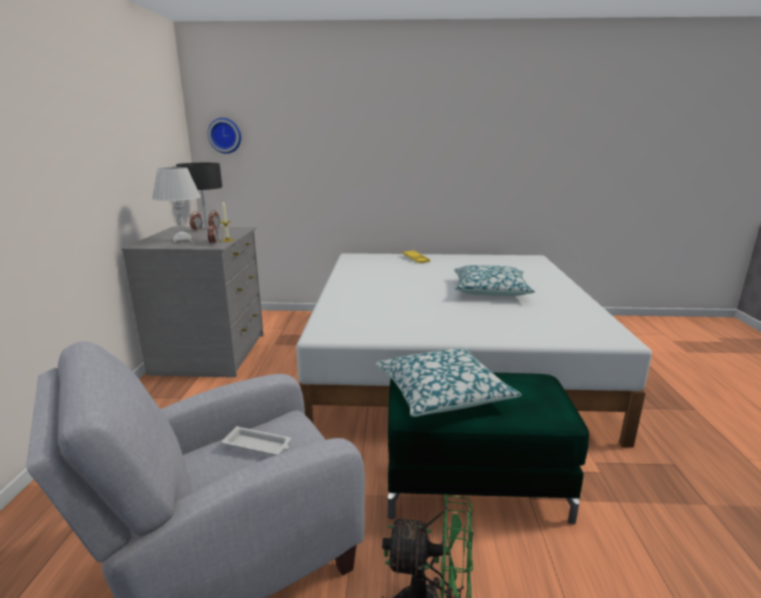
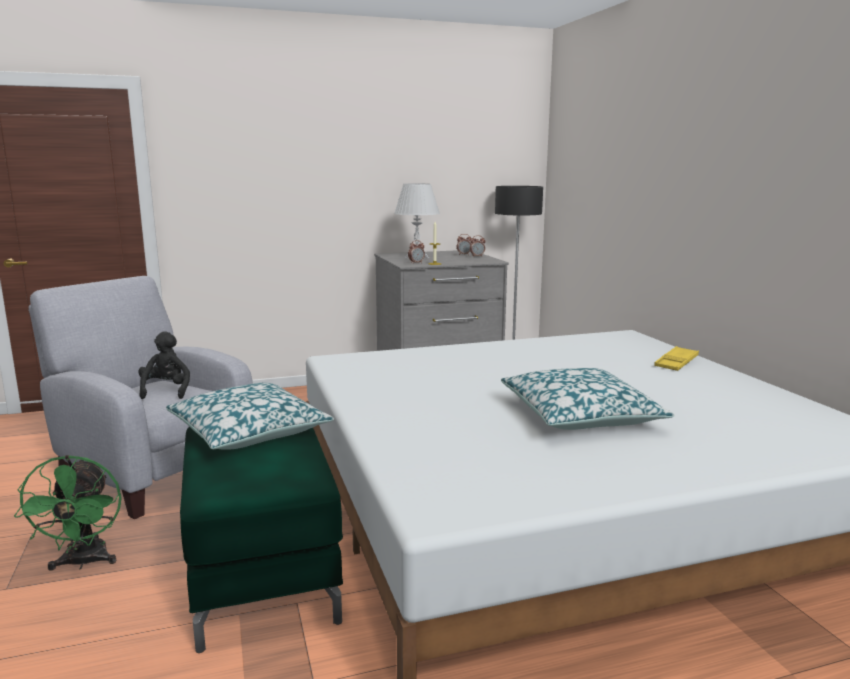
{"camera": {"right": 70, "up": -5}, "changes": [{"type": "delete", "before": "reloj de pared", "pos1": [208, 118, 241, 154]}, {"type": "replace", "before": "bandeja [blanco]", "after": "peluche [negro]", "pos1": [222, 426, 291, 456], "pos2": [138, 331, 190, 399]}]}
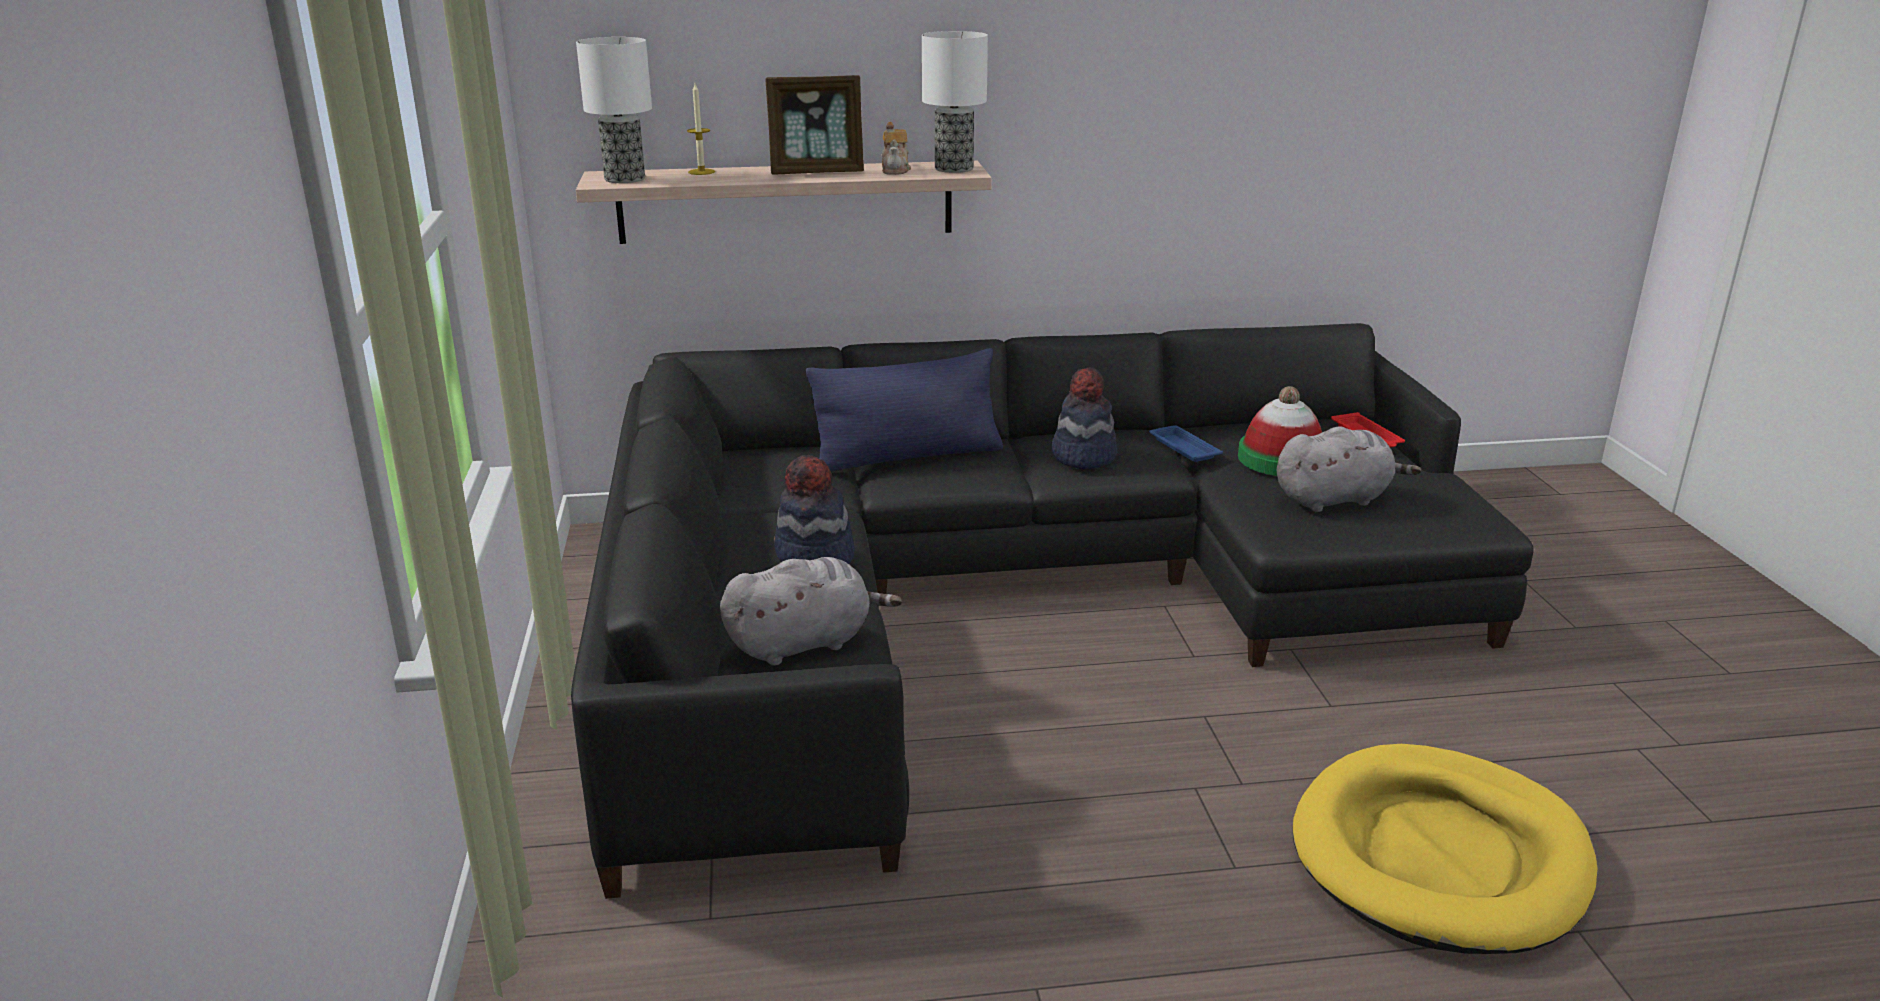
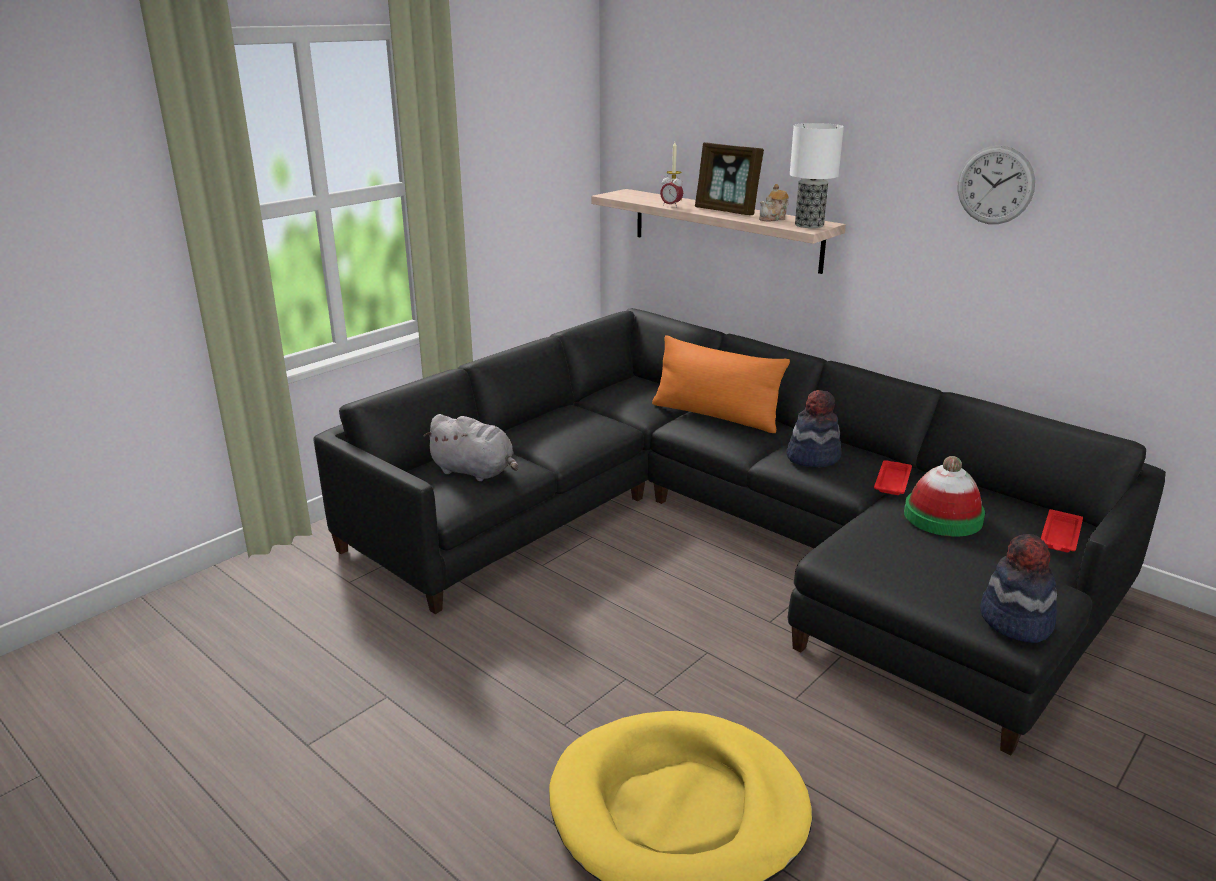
{"camera": {"right": 50, "up": 0}, "changes": [{"type": "delete", "before": "lámpara de mesa", "pos1": [576, 37, 652, 183]}, {"type": "move", "before": "sombrero", "pos1": [774, 455, 855, 564], "pos2": [980, 534, 1057, 643]}, {"type": "recolor", "before": "cojín [azul]", "after": "cojín [naranja]", "pos1": [806, 348, 1003, 472], "pos2": [652, 335, 790, 433]}, {"type": "recolor", "before": "bandeja [azul]", "after": "bandeja [rojo]", "pos1": [1149, 425, 1223, 462], "pos2": [874, 460, 912, 495]}, {"type": "delete", "before": "peluche [gris]", "pos1": [1277, 426, 1421, 512]}, {"type": "insert", "after": "despertador", "pos2": [660, 174, 683, 207]}, {"type": "insert", "after": "reloj de pared", "pos2": [957, 146, 1035, 224]}]}
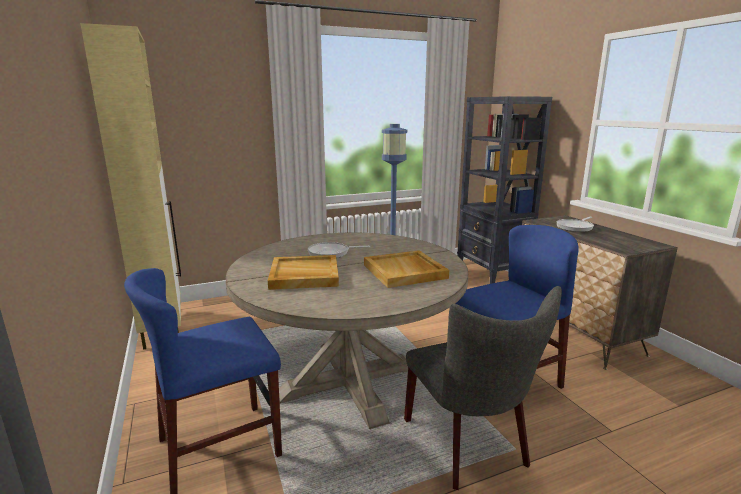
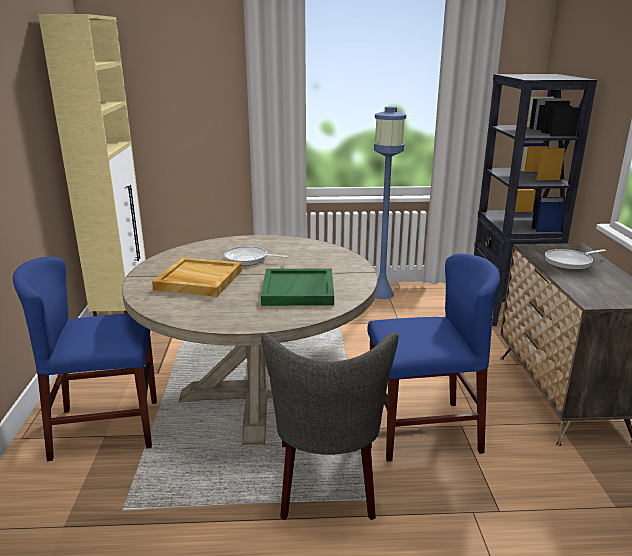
{"camera": {"right": 20, "up": 5}, "changes": [{"type": "recolor", "before": "bandeja [beis]", "after": "bandeja [verde]", "pos1": [364, 250, 449, 288], "pos2": [261, 269, 334, 306]}]}
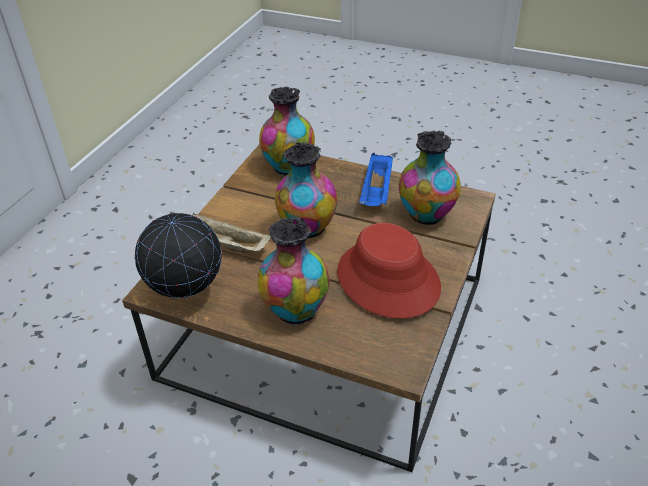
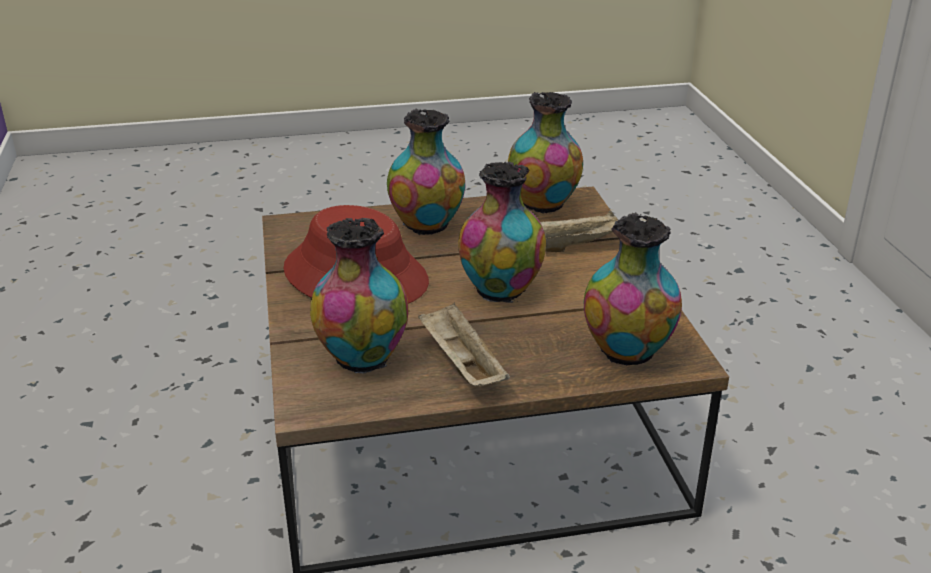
{"camera": {"right": 145, "up": -10}, "changes": [{"type": "replace", "before": "globo terráqueo", "after": "florero", "pos1": [135, 212, 222, 298], "pos2": [508, 92, 583, 214]}, {"type": "recolor", "before": "bandeja [azul]", "after": "bandeja [beis]", "pos1": [359, 153, 393, 206], "pos2": [418, 303, 510, 386]}]}
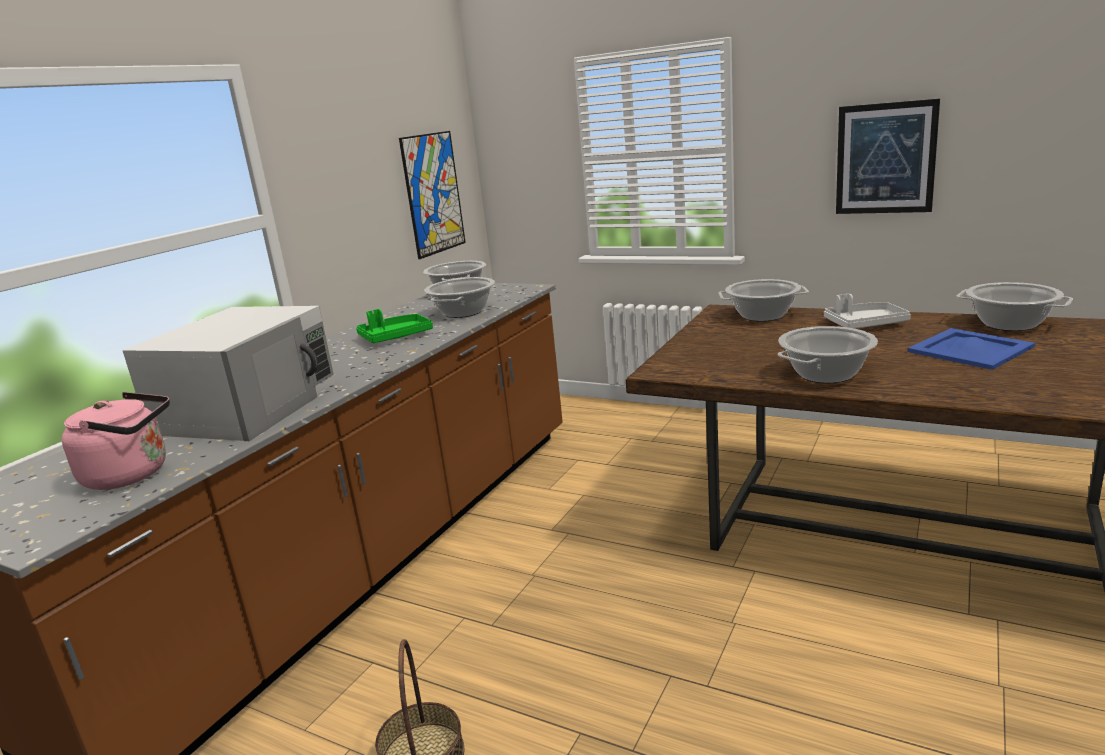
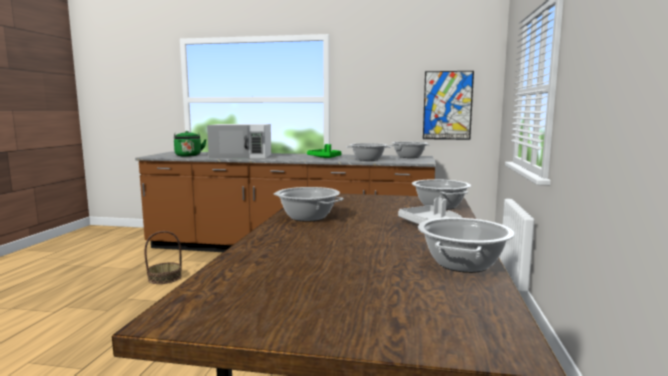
{"camera": {"right": 70, "up": -10}, "changes": [{"type": "recolor", "before": "hervidor [rosa]", "after": "hervidor [verde]", "pos1": [62, 392, 170, 490], "pos2": [174, 131, 207, 157]}, {"type": "delete", "before": "cuadro", "pos1": [836, 98, 940, 214]}, {"type": "delete", "before": "bandeja [azul]", "pos1": [907, 328, 1035, 370]}]}
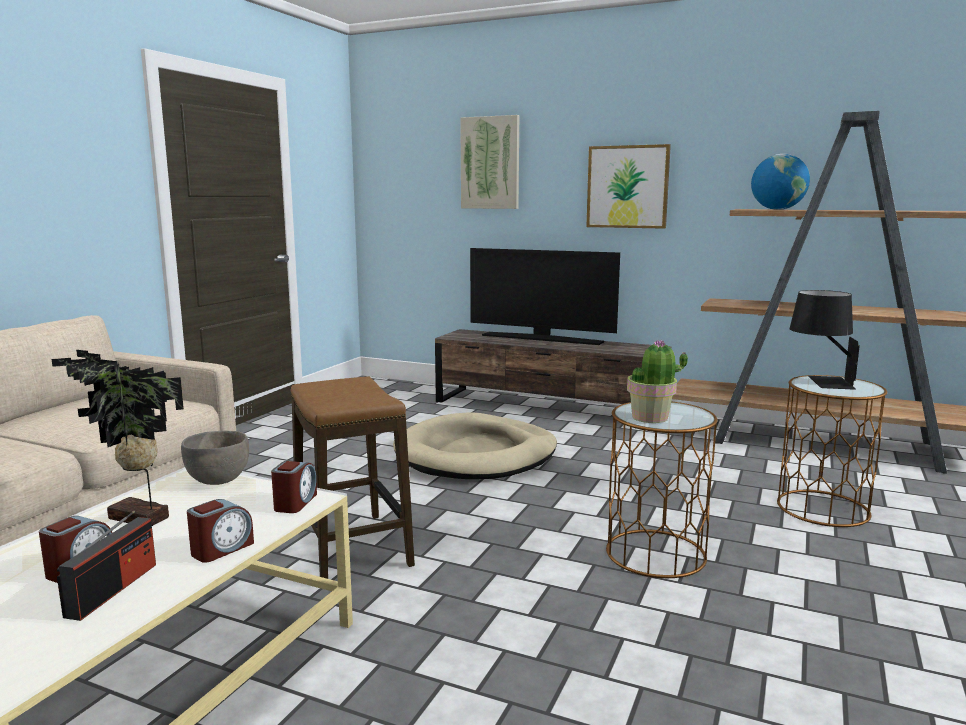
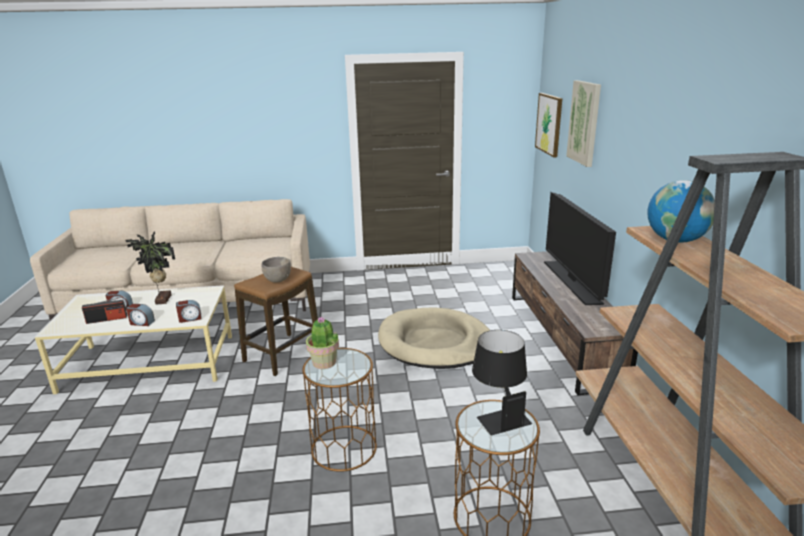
{"camera": {"right": 60, "up": 10}, "changes": [{"type": "move", "before": "cuenco [gris]", "pos1": [181, 431, 249, 485], "pos2": [262, 257, 291, 283]}, {"type": "move", "before": "cuadro", "pos1": [586, 144, 671, 229], "pos2": [535, 93, 562, 157]}]}
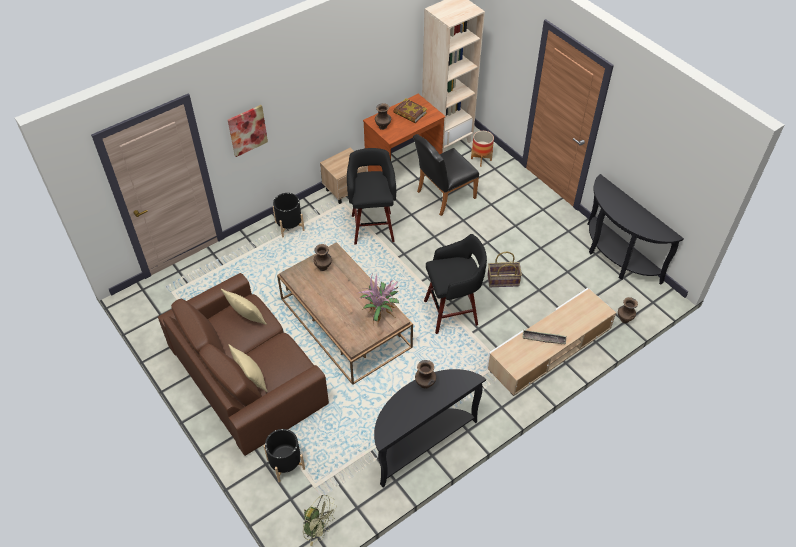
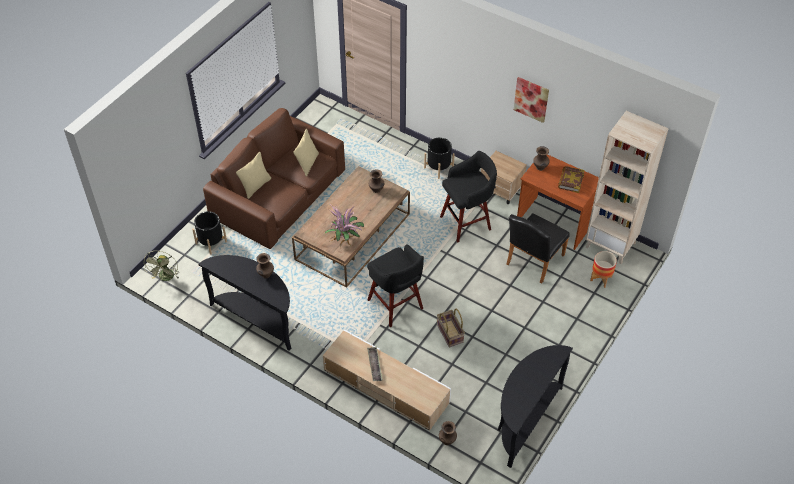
{"camera": {"right": 70, "up": 0}, "changes": [{"type": "move", "before": "cuadro", "pos1": [228, 105, 268, 157], "pos2": [514, 77, 549, 123]}, {"type": "rotate", "before": "silla [negro]", "pos1": [413, 134, 479, 216], "pos2": [506, 213, 570, 284], "turn": -90}]}
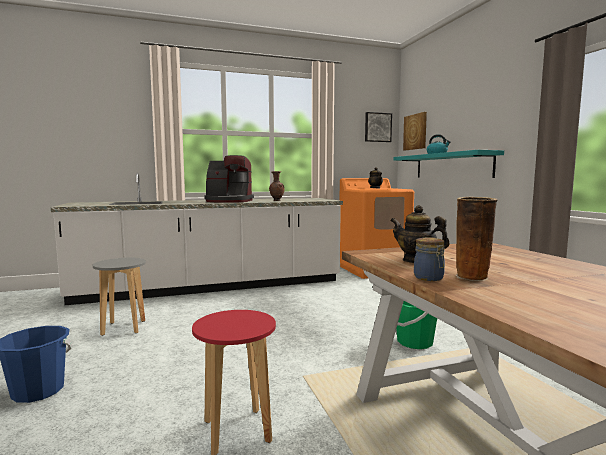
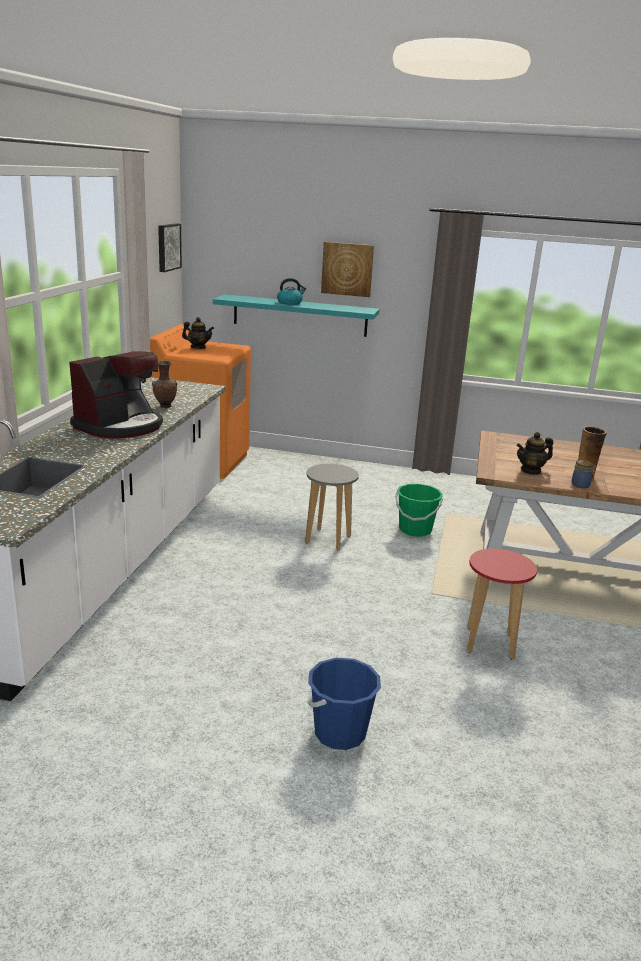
{"camera": {"right": -60, "up": 15}, "changes": [{"type": "move", "before": "taburete [gris]", "pos1": [93, 258, 146, 336], "pos2": [305, 464, 359, 550]}, {"type": "move", "before": "cuadro", "pos1": [403, 112, 427, 150], "pos2": [321, 242, 374, 297]}]}
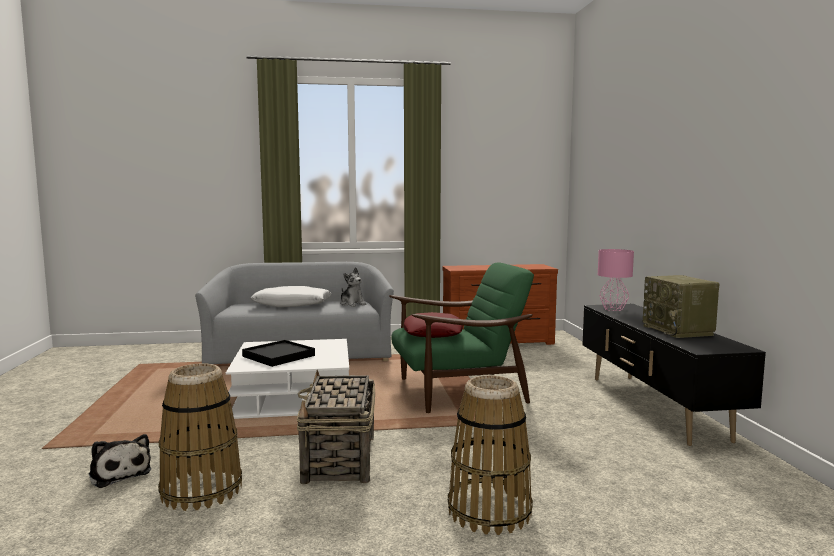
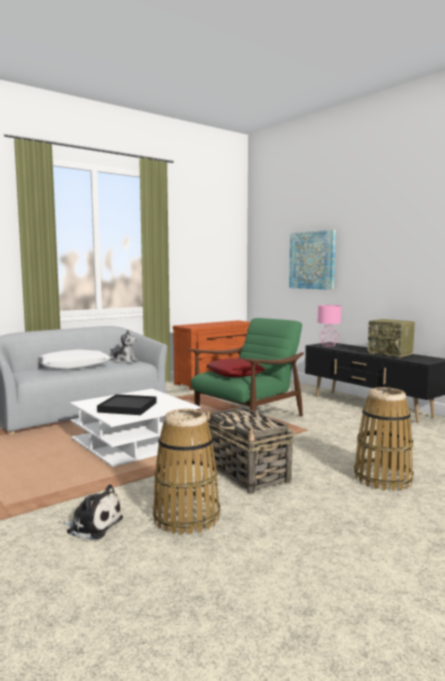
{"camera": {"right": -30, "up": 0}, "changes": [{"type": "insert", "after": "cuadro", "pos2": [289, 230, 336, 290]}]}
